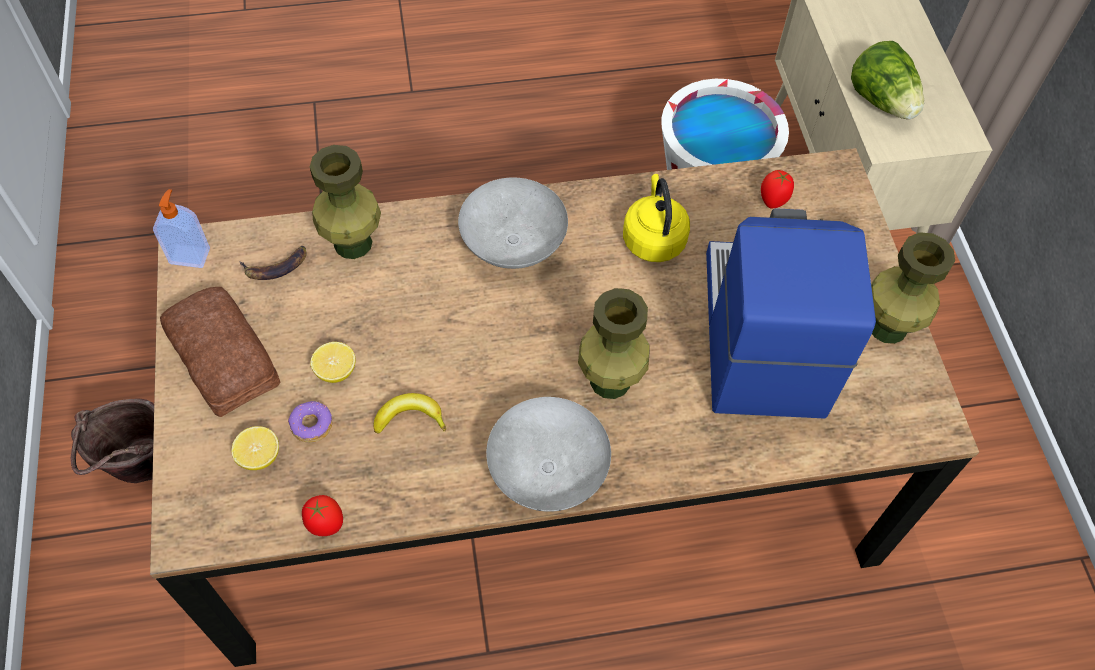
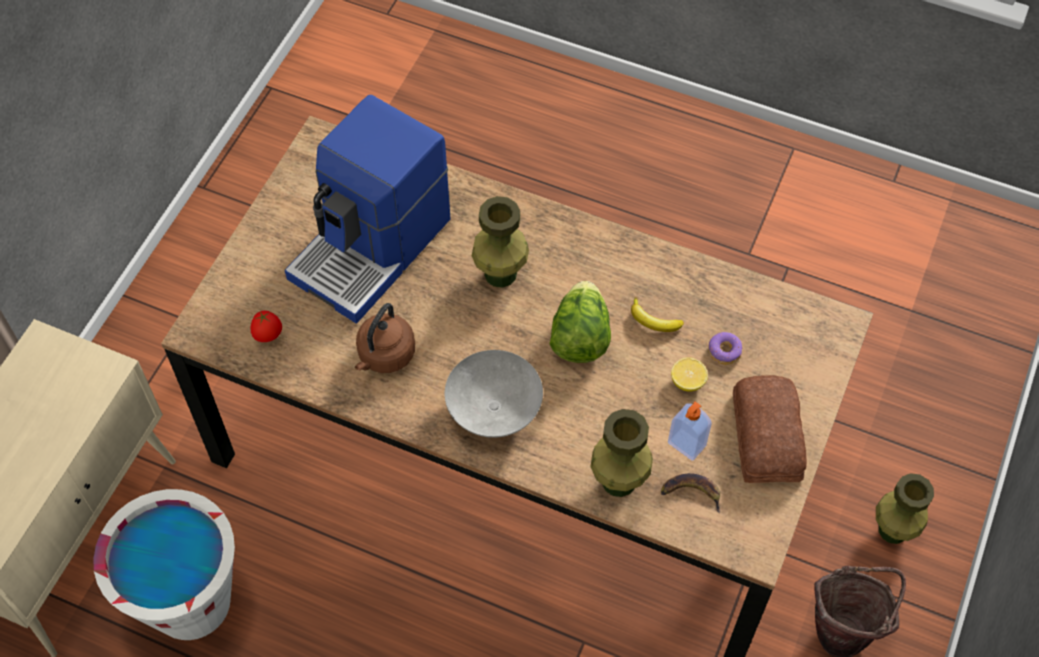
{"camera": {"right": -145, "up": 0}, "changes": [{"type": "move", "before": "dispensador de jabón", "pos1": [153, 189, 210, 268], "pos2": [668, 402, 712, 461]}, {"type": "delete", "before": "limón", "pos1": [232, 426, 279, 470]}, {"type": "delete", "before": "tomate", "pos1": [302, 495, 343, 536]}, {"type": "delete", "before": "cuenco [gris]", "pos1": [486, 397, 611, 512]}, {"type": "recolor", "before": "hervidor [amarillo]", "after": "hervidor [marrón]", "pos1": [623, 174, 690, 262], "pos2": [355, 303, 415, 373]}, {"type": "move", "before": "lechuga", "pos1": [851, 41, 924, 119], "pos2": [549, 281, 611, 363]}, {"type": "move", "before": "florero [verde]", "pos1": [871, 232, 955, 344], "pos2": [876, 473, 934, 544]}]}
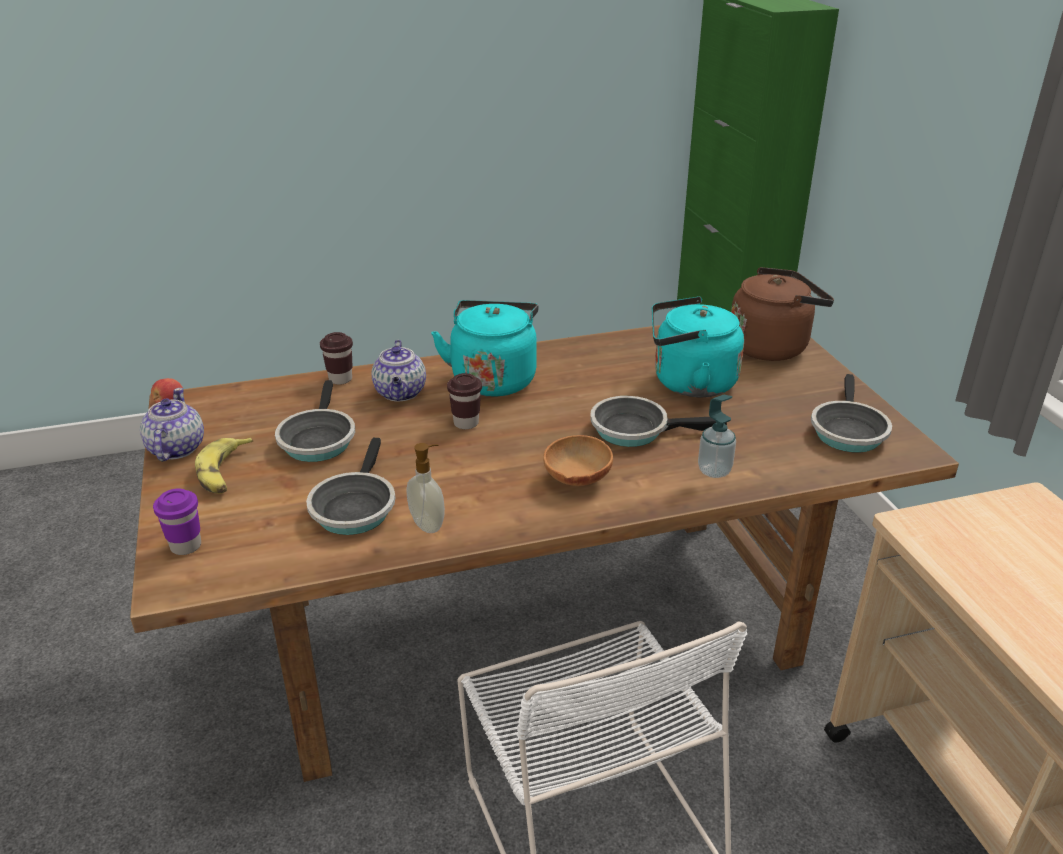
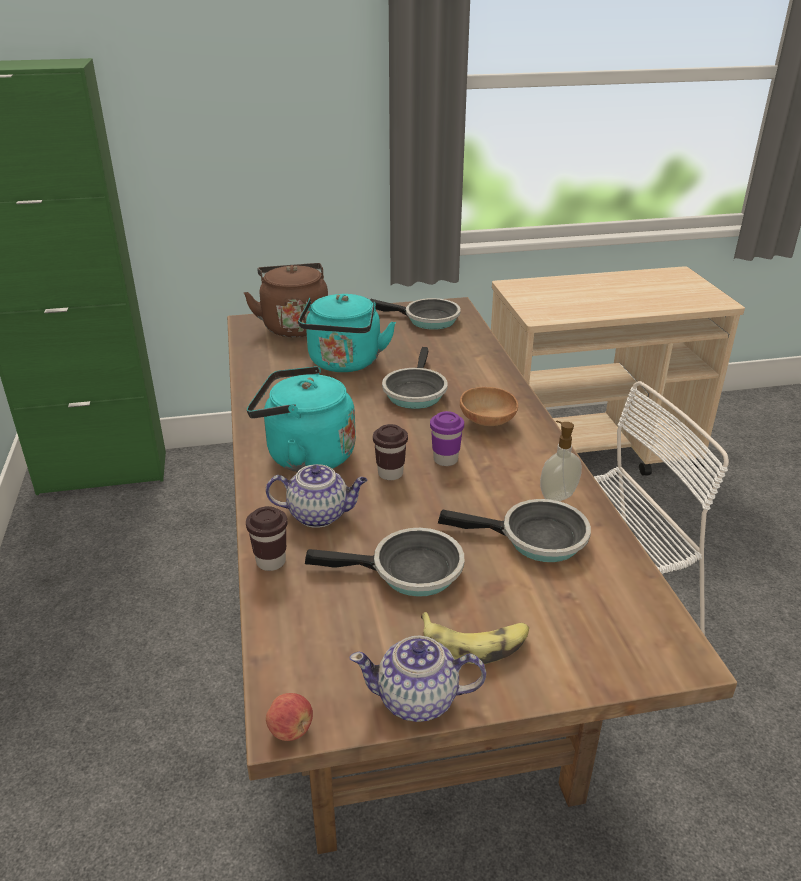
{"camera": {"right": -85, "up": 0}, "changes": [{"type": "move", "before": "taza [morado]", "pos1": [153, 488, 201, 555], "pos2": [430, 411, 464, 466]}, {"type": "delete", "before": "dispensador de jabón", "pos1": [698, 395, 736, 478]}]}
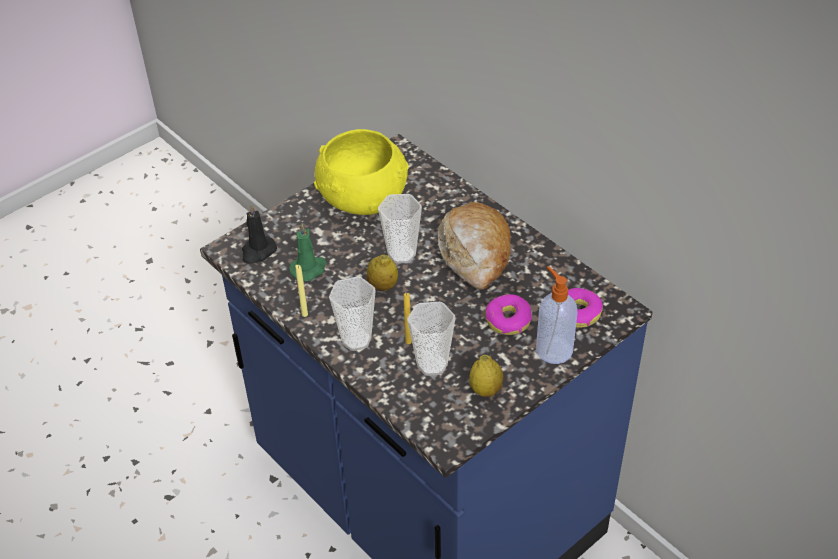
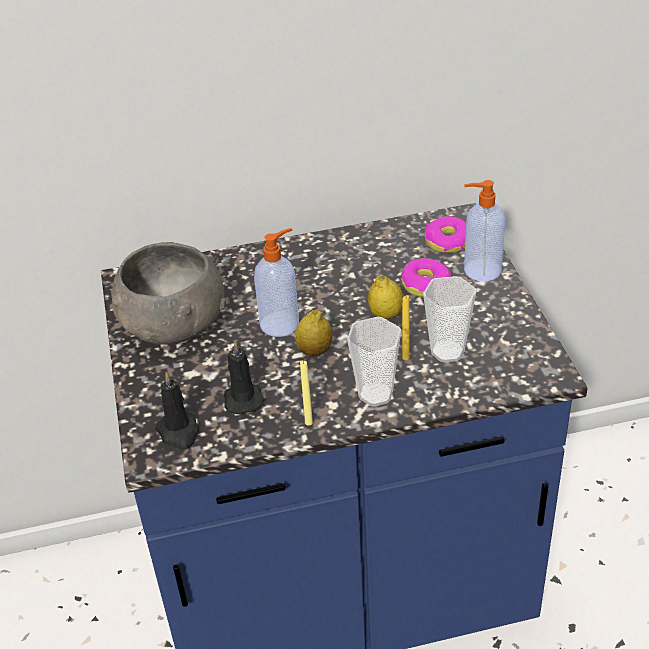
{"camera": {"right": -60, "up": -5}, "changes": [{"type": "recolor", "before": "vela [verde]", "after": "vela [negro]", "pos1": [290, 223, 326, 281], "pos2": [224, 341, 265, 415]}, {"type": "recolor", "before": "cuenco [amarillo]", "after": "cuenco [gris]", "pos1": [314, 129, 409, 215], "pos2": [111, 242, 226, 345]}, {"type": "replace", "before": "taza", "after": "dispensador de jabón", "pos1": [378, 194, 422, 264], "pos2": [254, 228, 299, 337]}, {"type": "delete", "before": "pan", "pos1": [438, 202, 511, 290]}, {"type": "move", "before": "limón", "pos1": [469, 355, 503, 397], "pos2": [368, 275, 404, 319]}]}
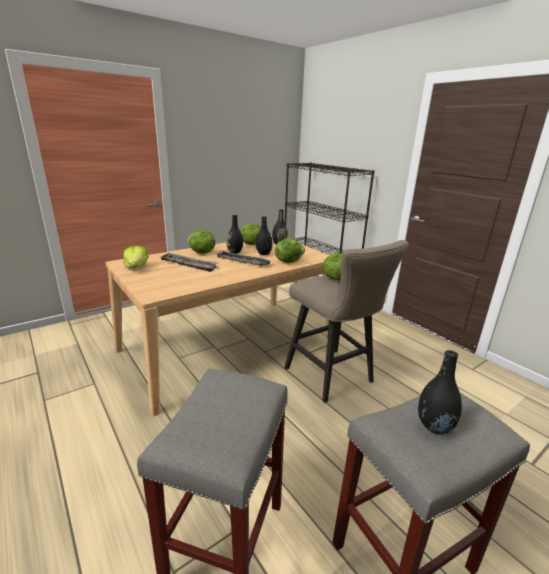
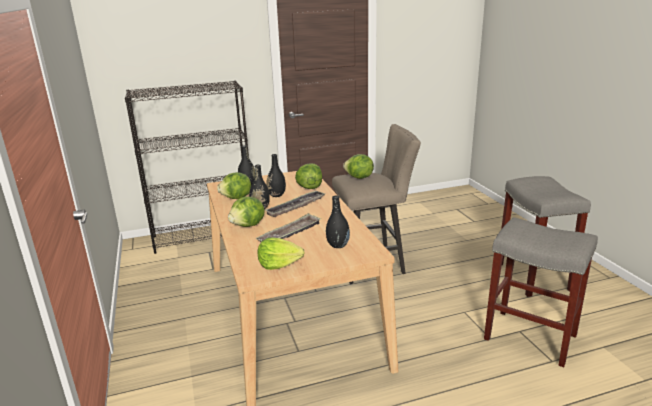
{"camera": {"right": -70, "up": 0}, "changes": [{"type": "move", "before": "florero [negro]", "pos1": [418, 350, 462, 434], "pos2": [326, 195, 350, 248]}]}
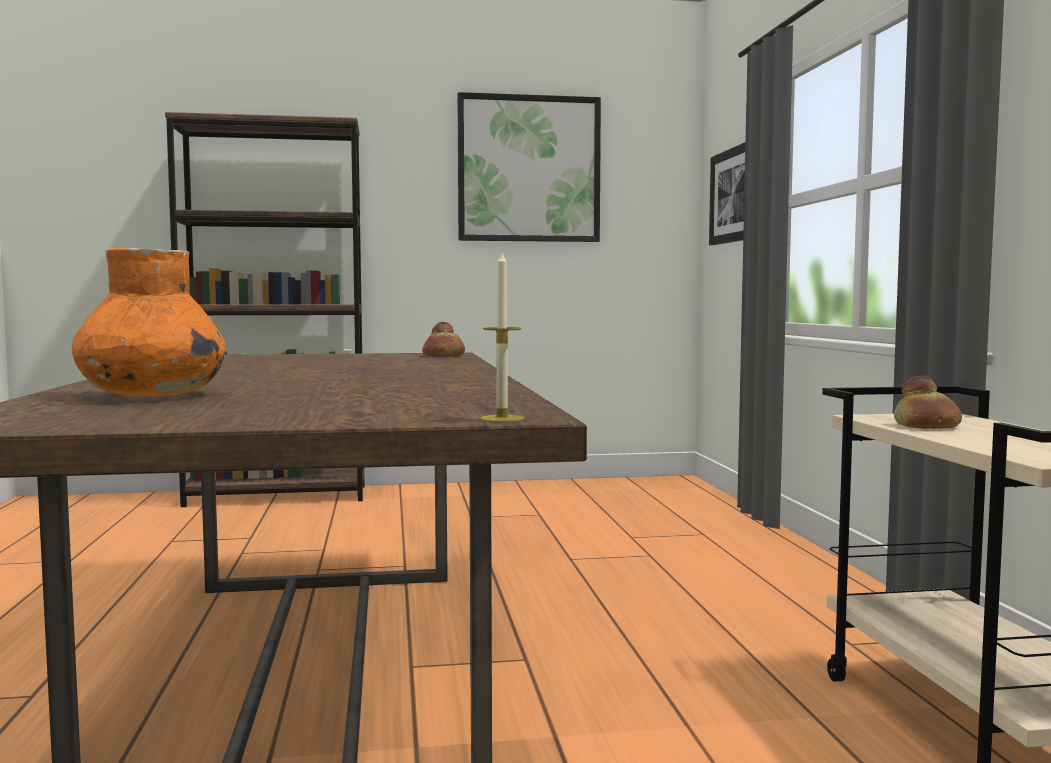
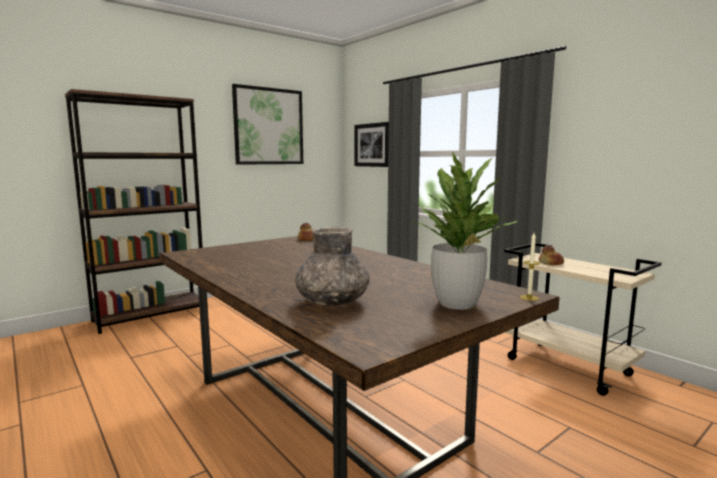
{"camera": {"right": -30, "up": 5}, "changes": [{"type": "recolor", "before": "florero [naranja]", "after": "florero [gris]", "pos1": [72, 247, 225, 396], "pos2": [295, 226, 369, 306]}, {"type": "insert", "after": "planta en maceta", "pos2": [413, 153, 517, 310]}]}
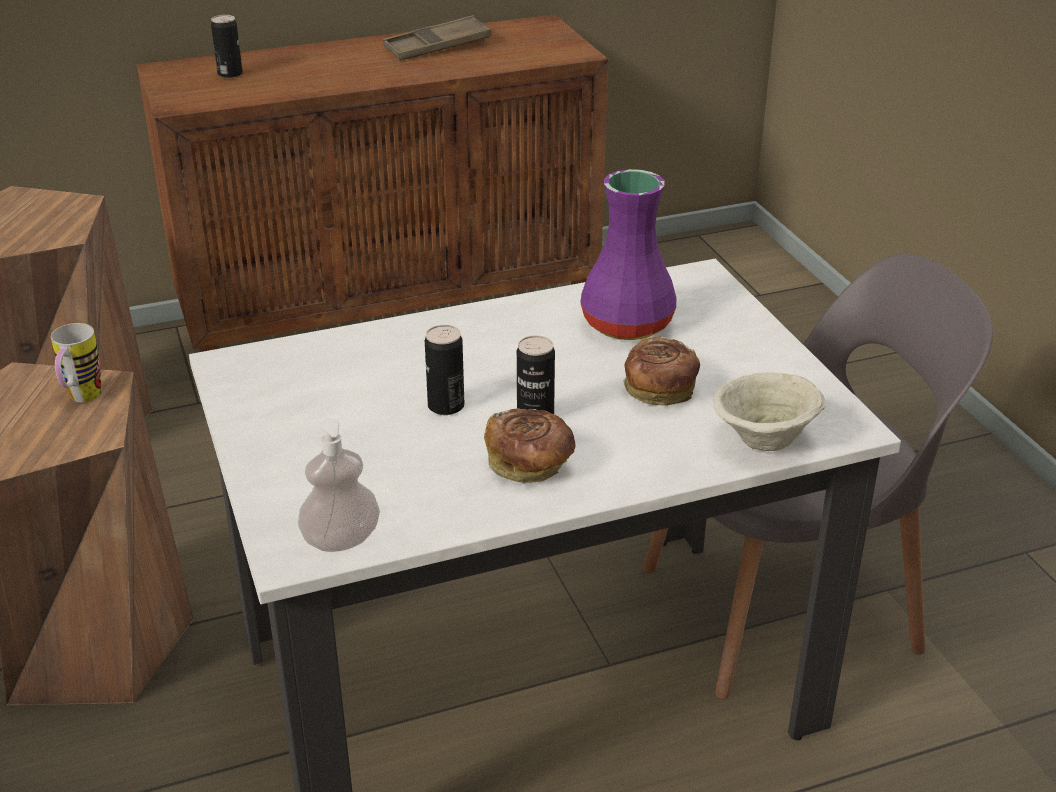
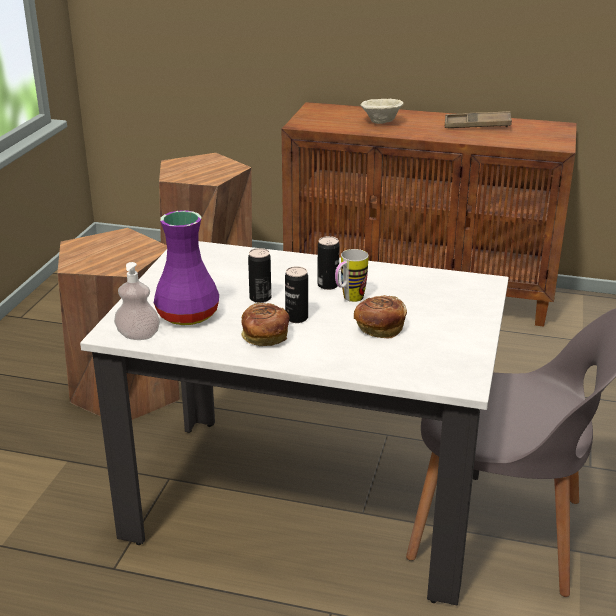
{"camera": {"right": 35, "up": -5}, "changes": [{"type": "move", "before": "taza grande", "pos1": [51, 323, 101, 402], "pos2": [335, 249, 368, 302]}, {"type": "move", "before": "lata", "pos1": [211, 15, 243, 79], "pos2": [317, 236, 340, 290]}, {"type": "move", "before": "florero [morado]", "pos1": [580, 169, 676, 340], "pos2": [154, 210, 219, 325]}, {"type": "move", "before": "cuenco [beis]", "pos1": [713, 372, 826, 451], "pos2": [360, 99, 403, 124]}]}
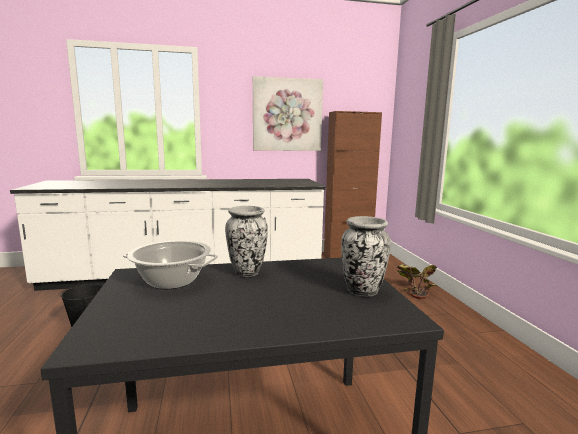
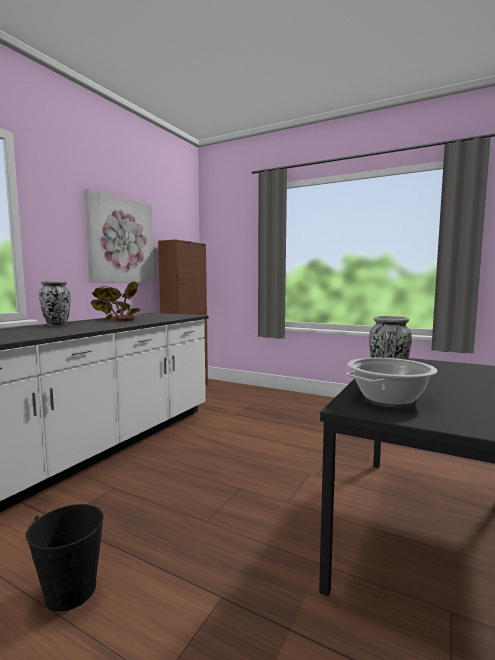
{"camera": {"right": -50, "up": -5}, "changes": [{"type": "move", "before": "florero", "pos1": [341, 216, 391, 297], "pos2": [39, 281, 71, 326]}, {"type": "move", "before": "planta en maceta", "pos1": [397, 264, 437, 299], "pos2": [91, 281, 140, 321]}]}
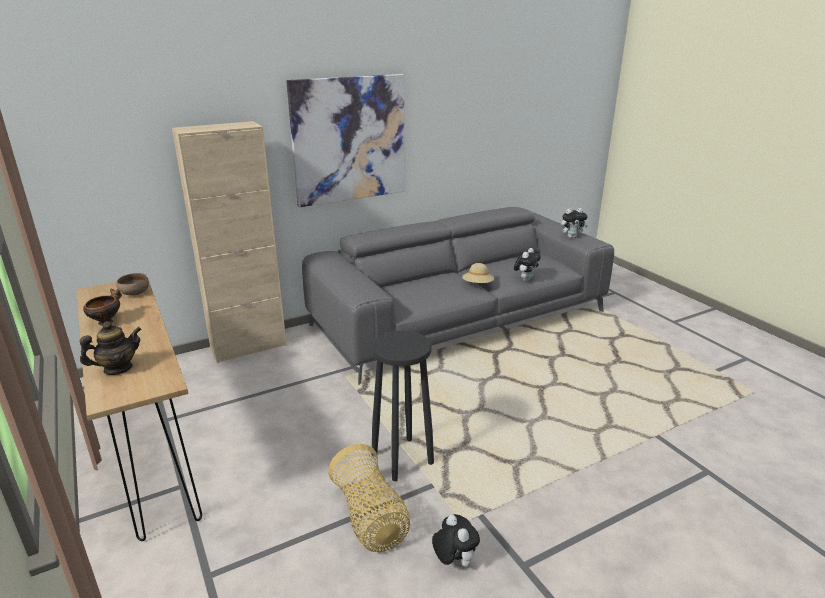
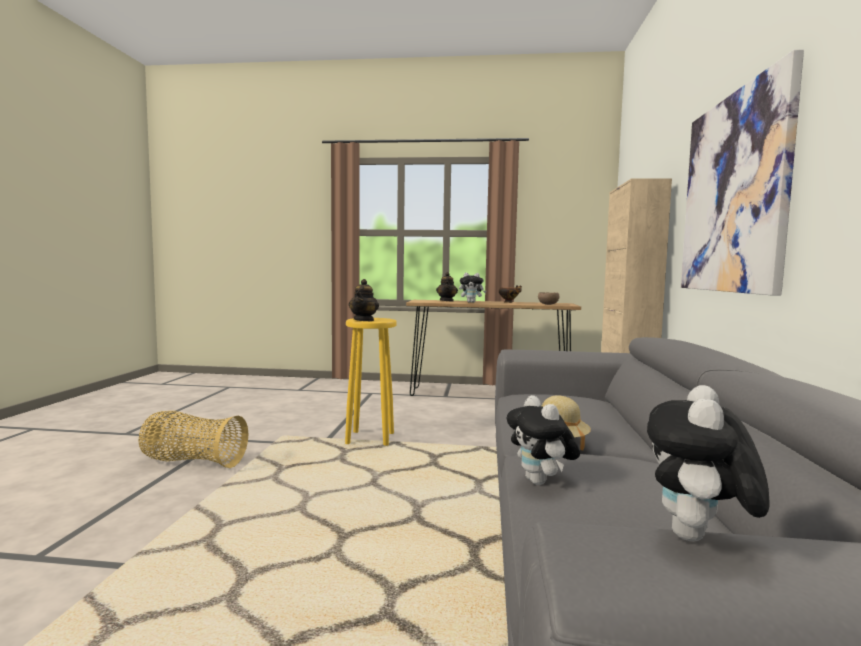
{"camera": {"right": 125, "up": -20}, "changes": [{"type": "move", "before": "cesta", "pos1": [328, 444, 410, 552], "pos2": [139, 411, 248, 468]}, {"type": "recolor", "before": "taburete [negro]", "after": "taburete [amarillo]", "pos1": [371, 330, 434, 481], "pos2": [345, 318, 397, 446]}, {"type": "move", "before": "peluche", "pos1": [432, 514, 480, 567], "pos2": [459, 272, 487, 303]}, {"type": "insert", "after": "tetera", "pos2": [349, 279, 379, 321]}]}
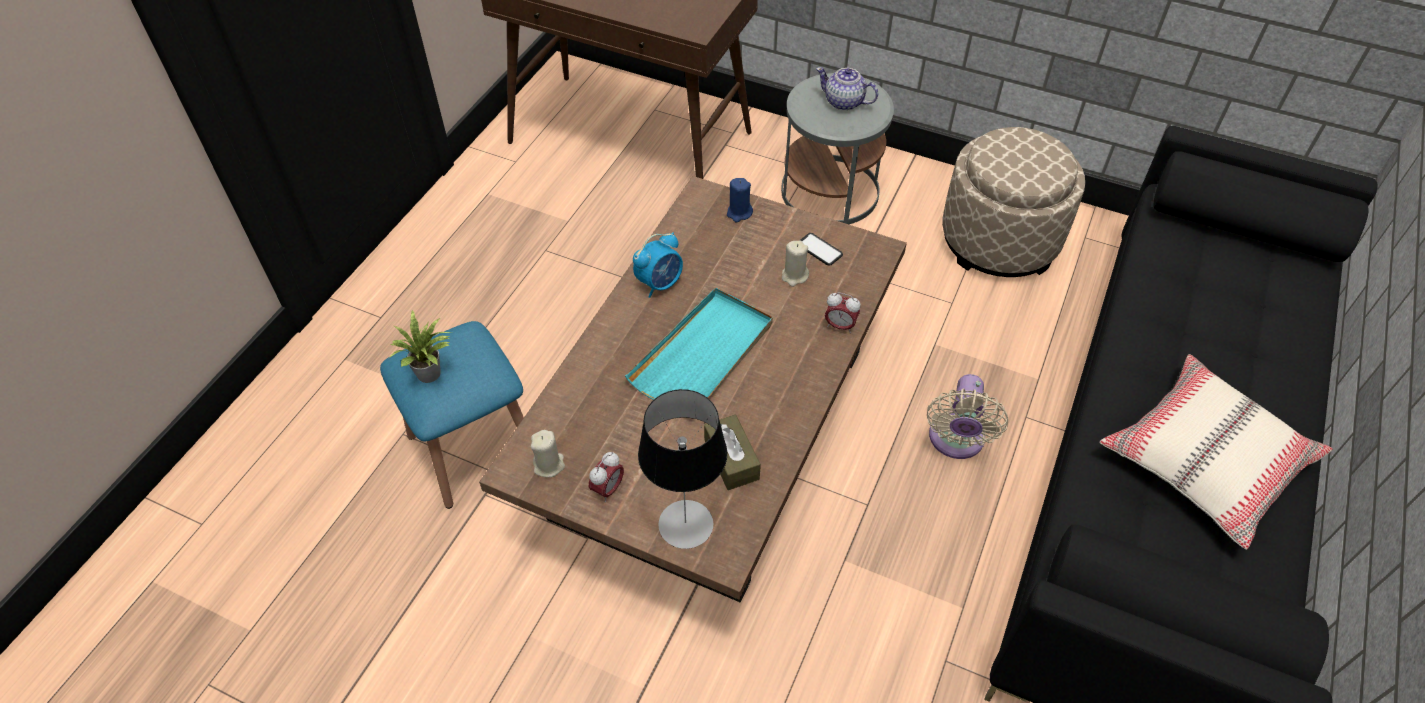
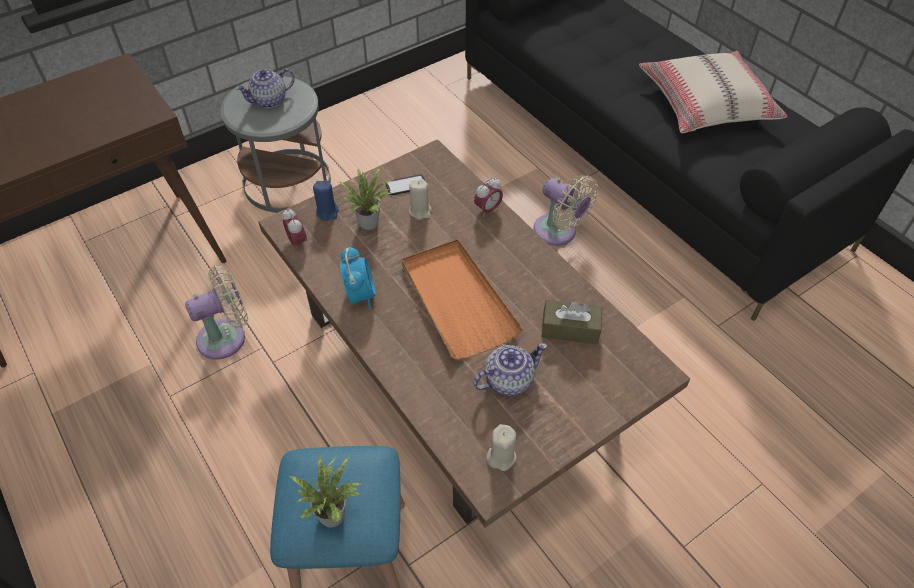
{"camera": {"right": -60, "up": 0}, "changes": [{"type": "move", "before": "despertador", "pos1": [589, 452, 624, 502], "pos2": [282, 208, 307, 247]}, {"type": "recolor", "before": "bandeja [turquesa]", "after": "bandeja [naranja]", "pos1": [625, 288, 773, 400], "pos2": [402, 239, 523, 359]}, {"type": "delete", "before": "lámpara de mesa", "pos1": [638, 389, 727, 549]}, {"type": "delete", "before": "puf [beis]", "pos1": [942, 127, 1085, 277]}, {"type": "insert", "after": "ventilador [beis]", "pos2": [185, 265, 248, 360]}, {"type": "insert", "after": "planta en maceta", "pos2": [339, 167, 394, 230]}, {"type": "insert", "after": "tetera", "pos2": [473, 343, 547, 396]}]}
